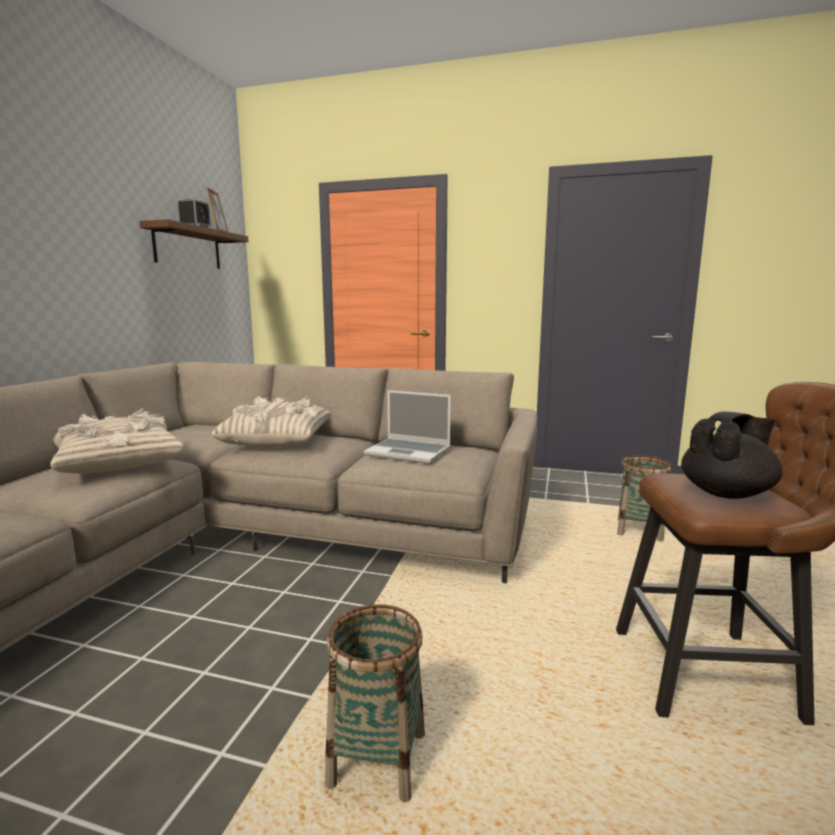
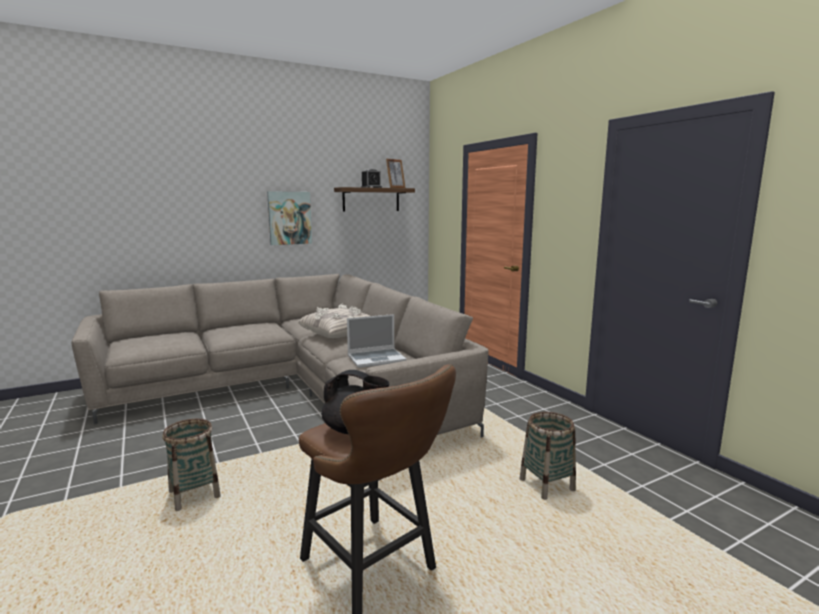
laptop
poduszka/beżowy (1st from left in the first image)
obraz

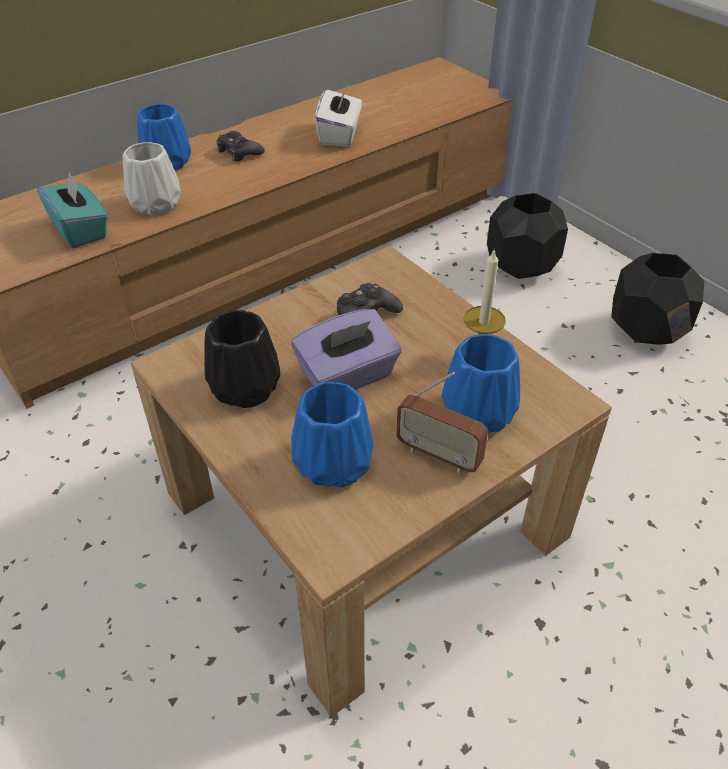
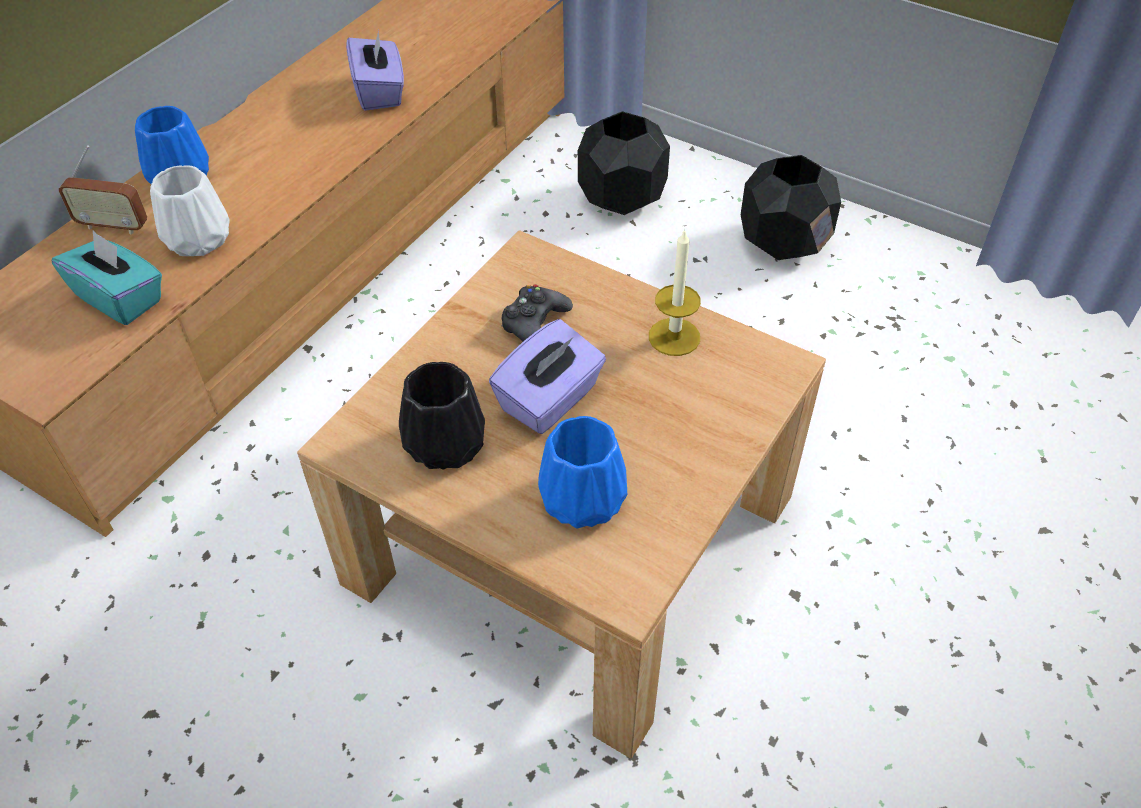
pudełko chusteczek/fioletowy (1st from left)
pad do gier/czarny (1st from left in the first image)
wazon/niebieski (3rd from left in the first image)
radio

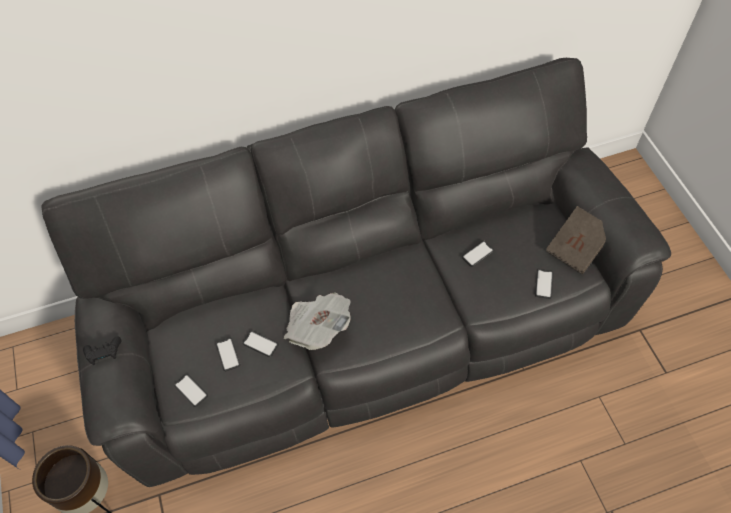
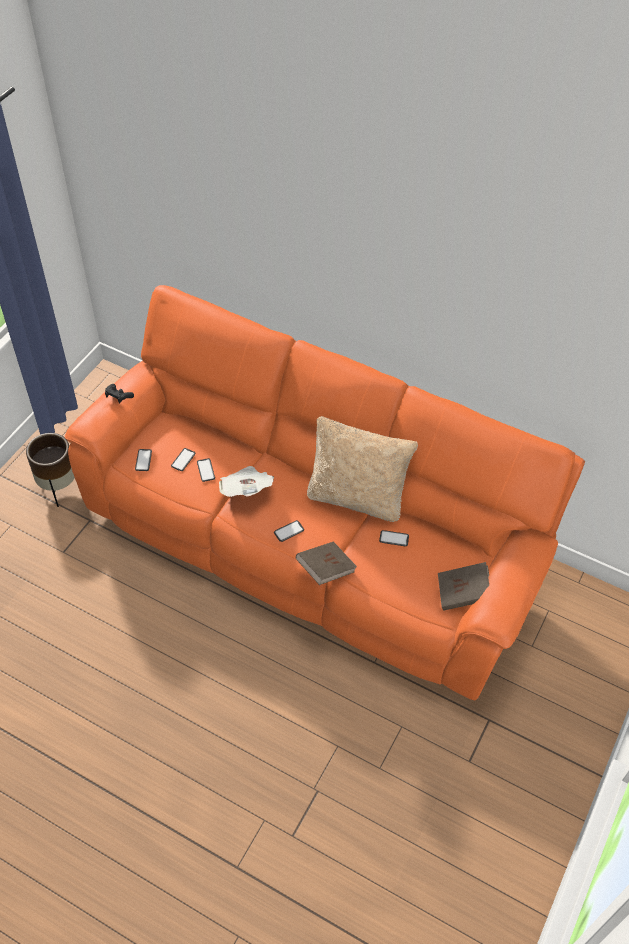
kanapa/pomarańczowy
telefon (4th from left)
poduszka/beżowy
książka/brązowy (1st from left)

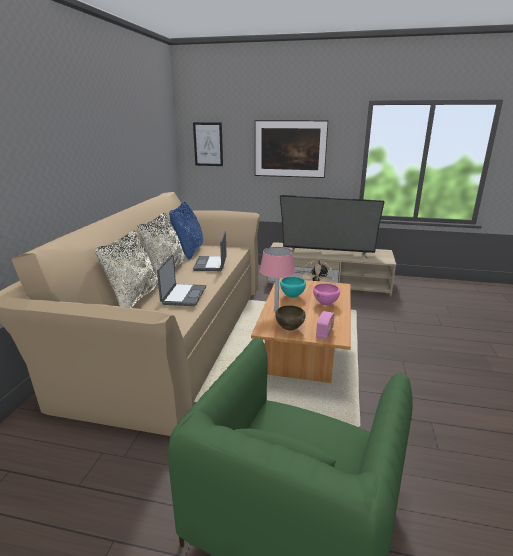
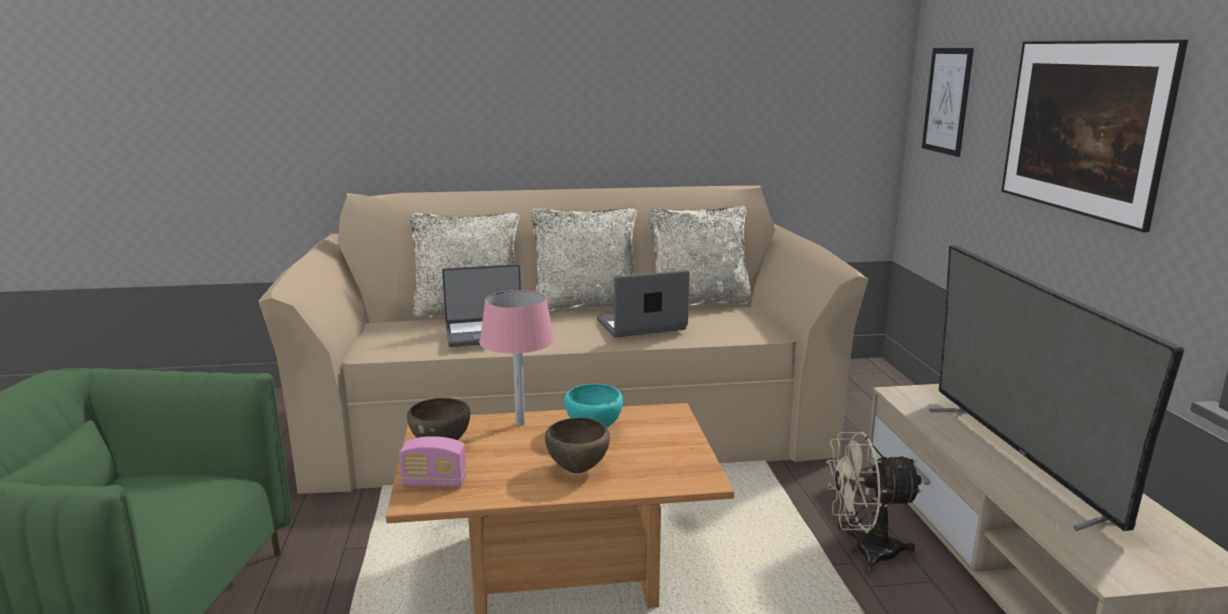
poduszka/beżowy (3rd from left)
miska/brązowy (2nd from left)

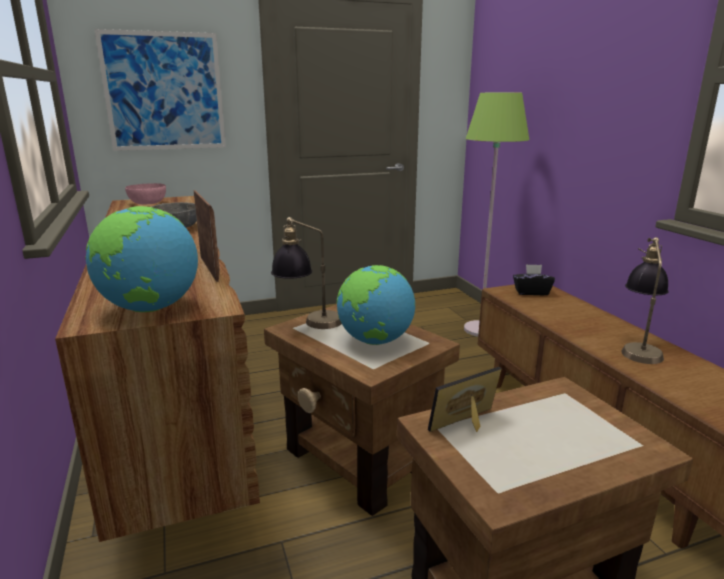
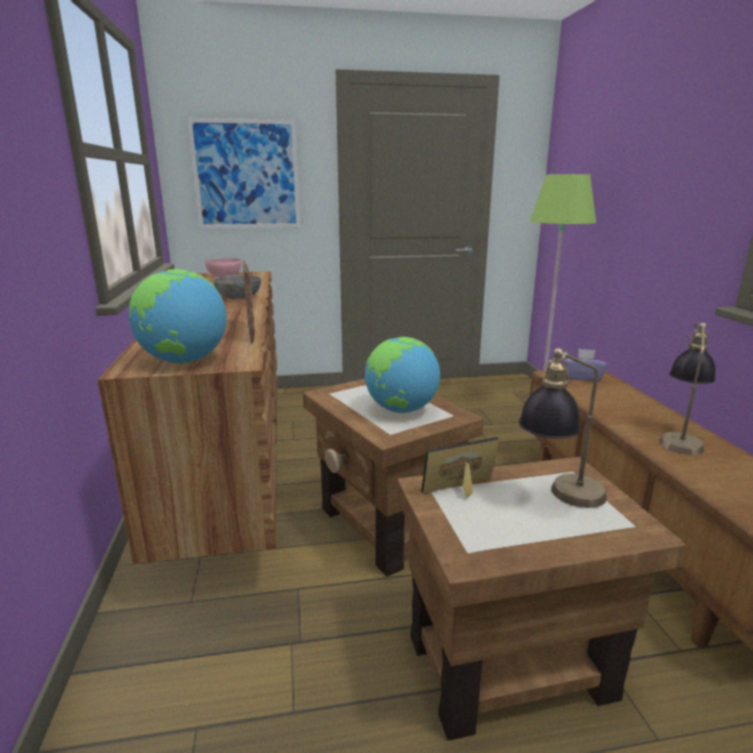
lampa stołowa (1st from left)
pudełko chusteczek/fioletowy

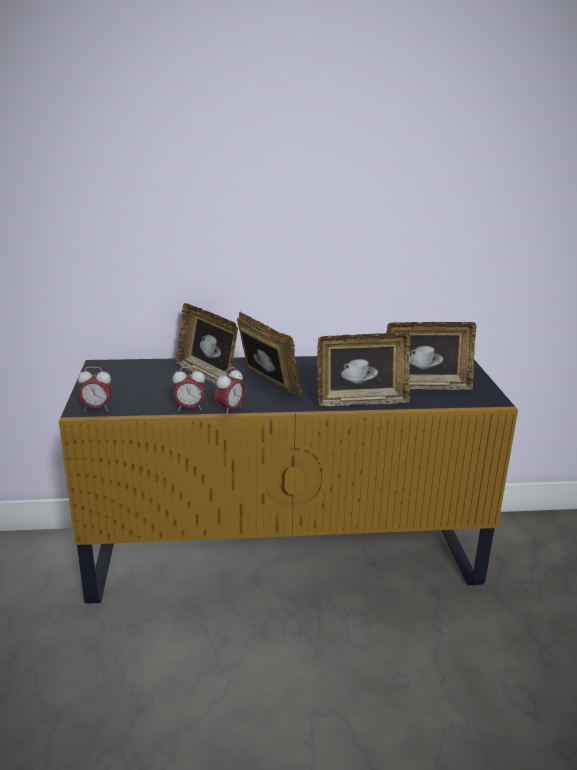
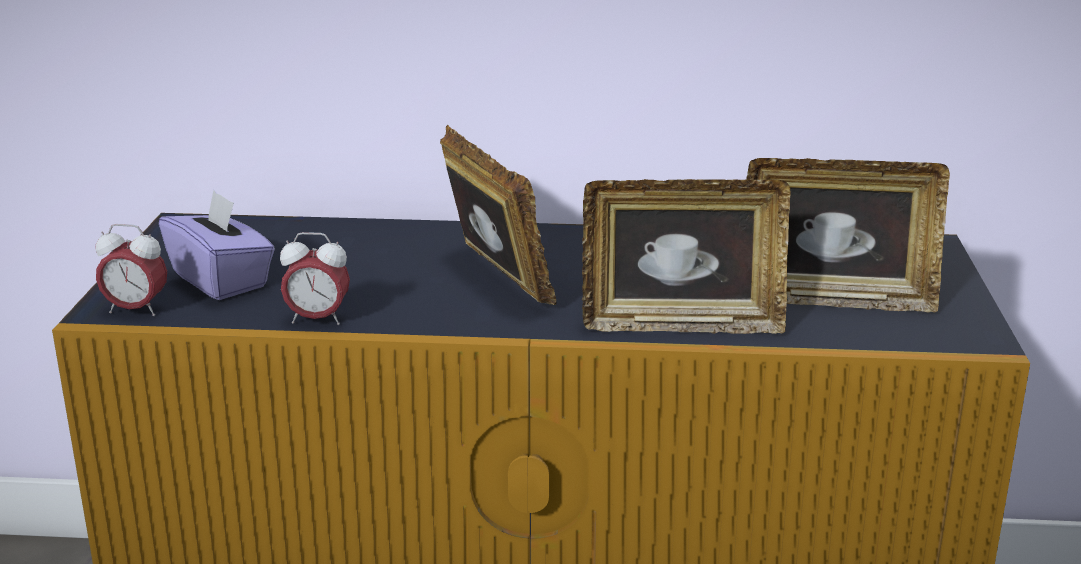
ramka na zdjęcie (1st from left in the first image)
budzik (3rd from left in the first image)
pudełko chusteczek/fioletowy

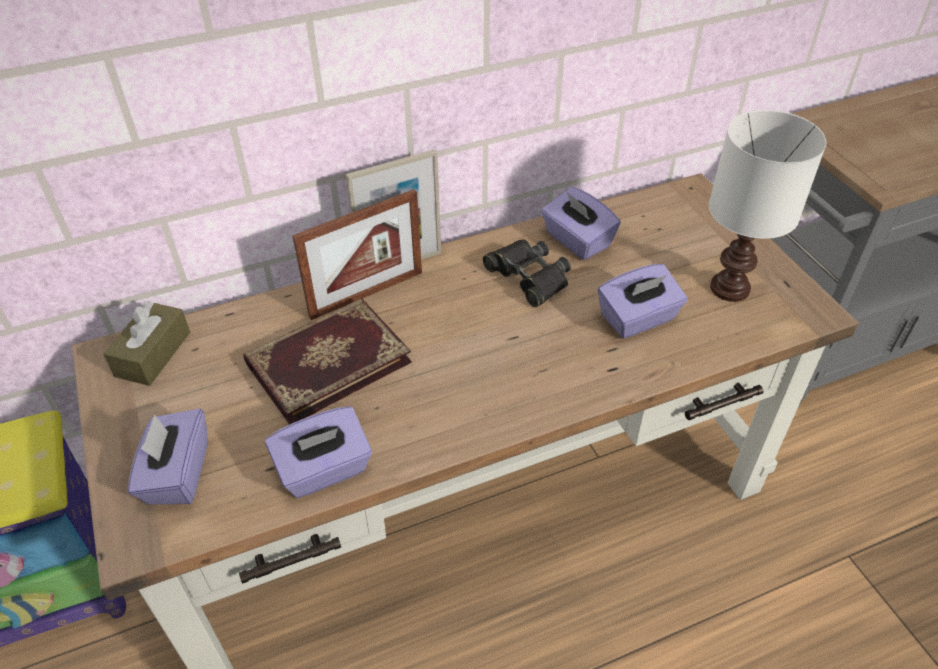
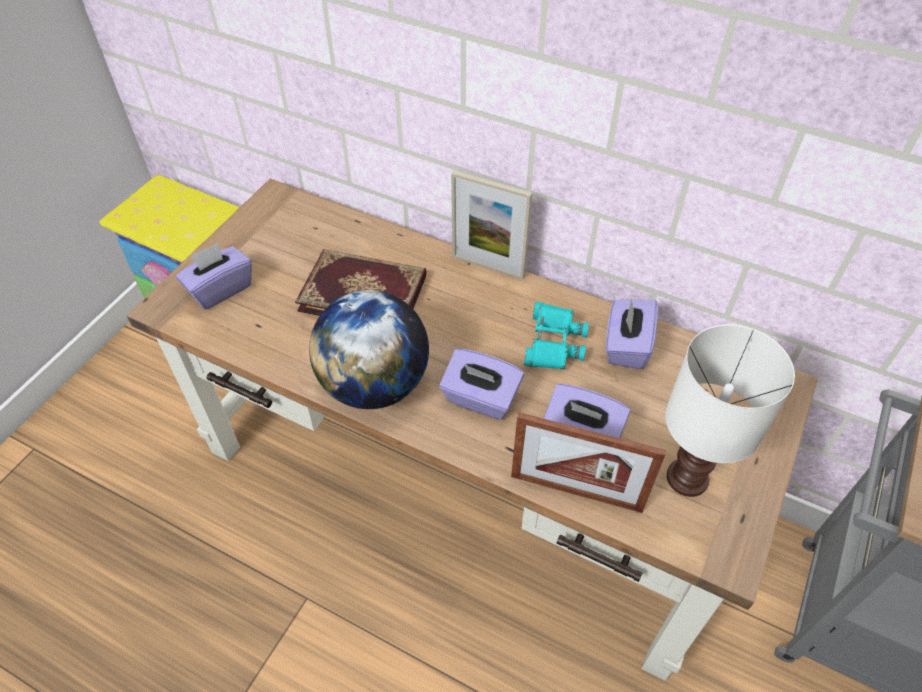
ramka na zdjęcie (2nd from left)
lornetka/turkusowy
pudełko chusteczek/brązowy
pudełko chusteczek/fioletowy (2nd from left)
globus

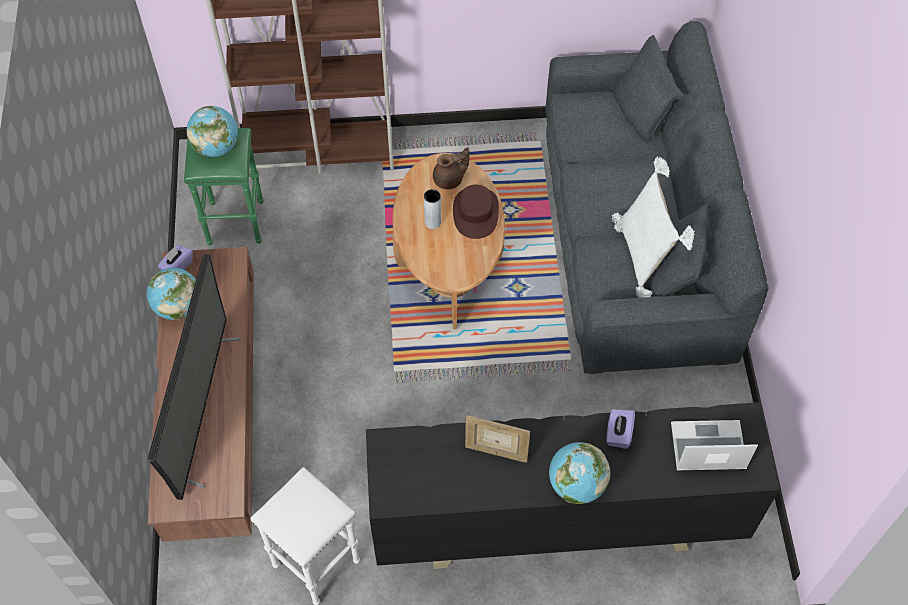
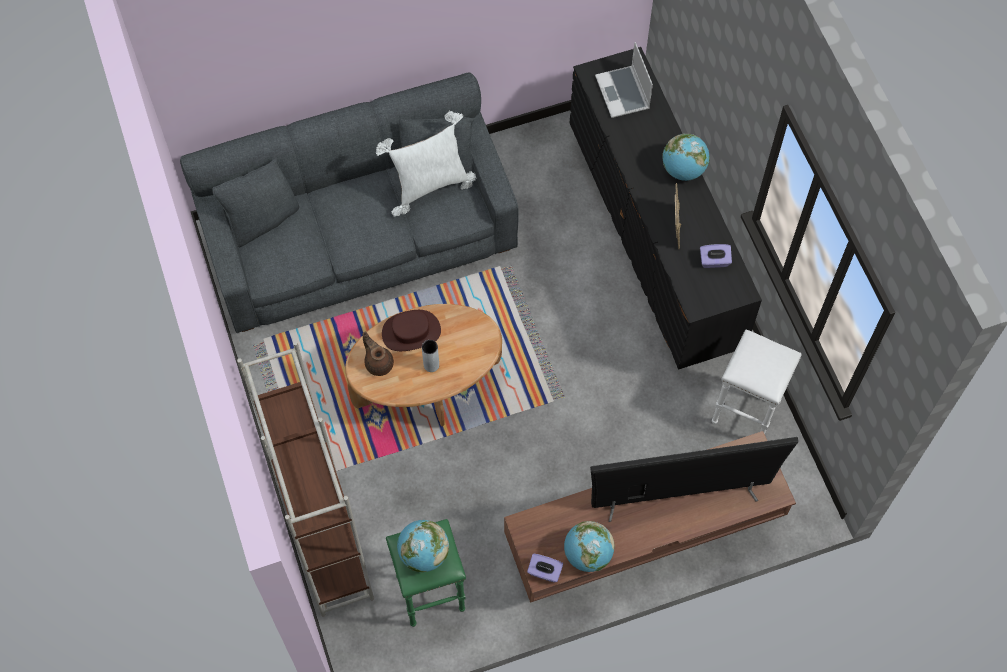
pudełko chusteczek/fioletowy (2nd from left)

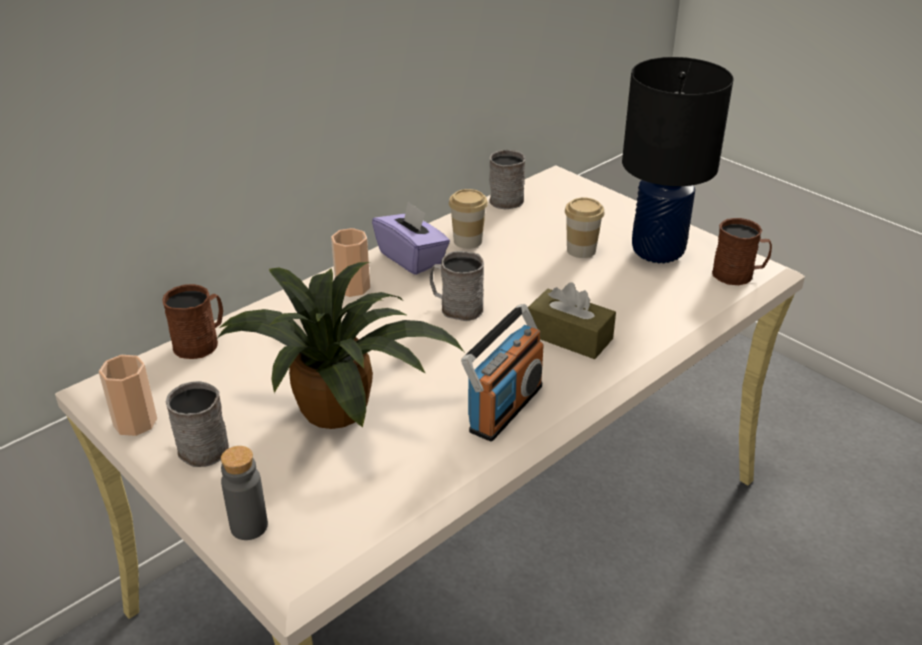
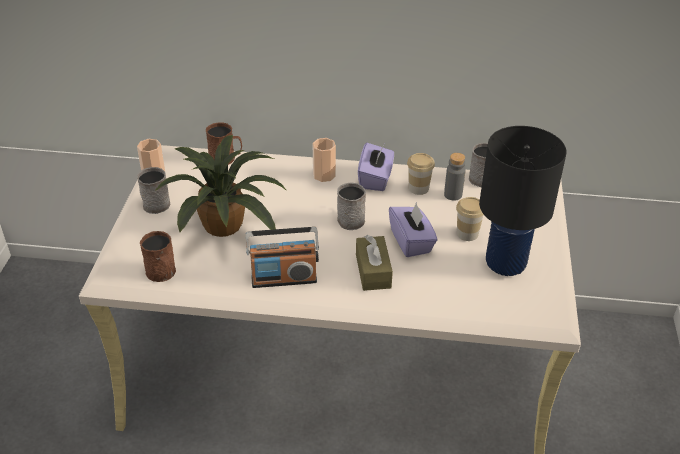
kubek/brązowy (1st from left)
butelka/szary
pudełko chusteczek/fioletowy (2nd from left)

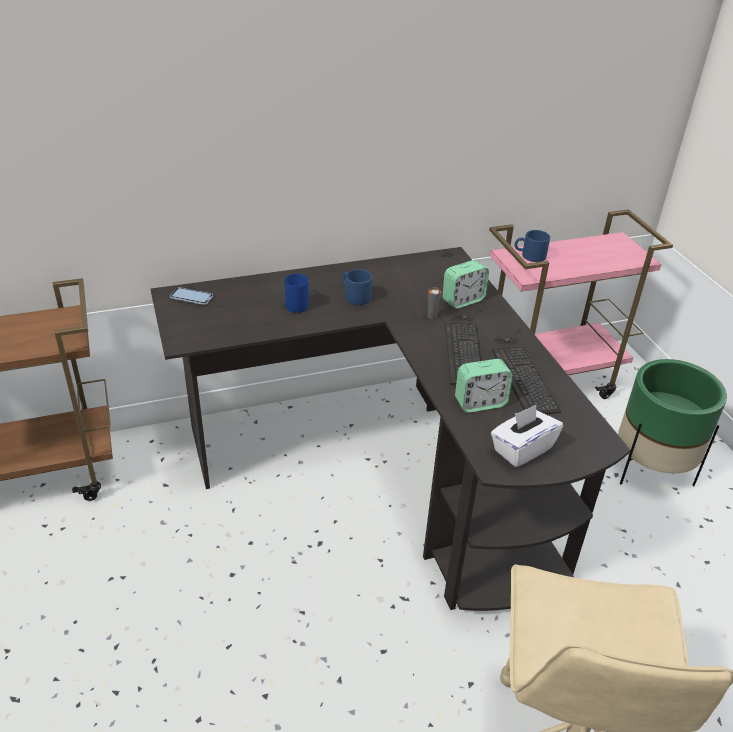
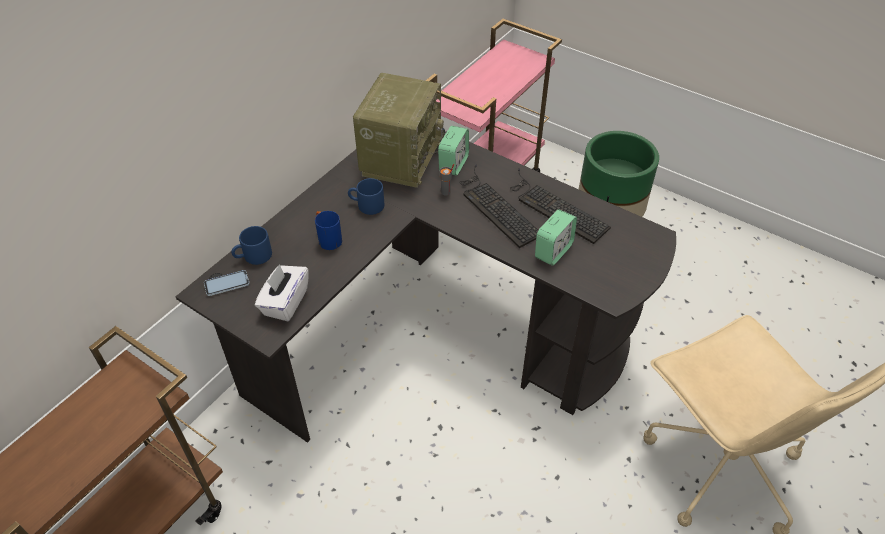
kubek/niebieski (1st from left)
pudełko chusteczek/biały
radio

